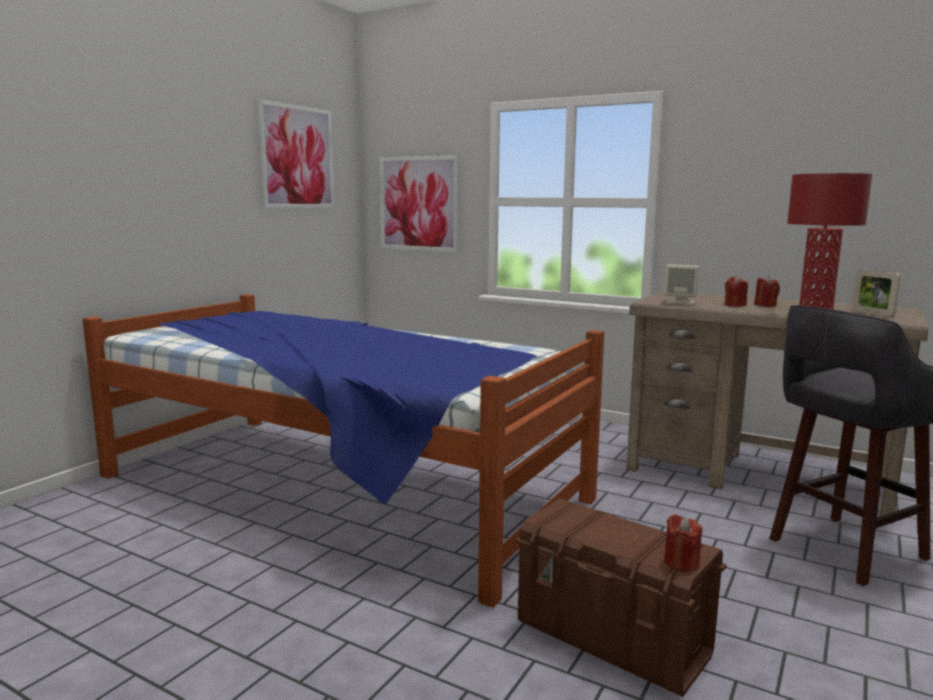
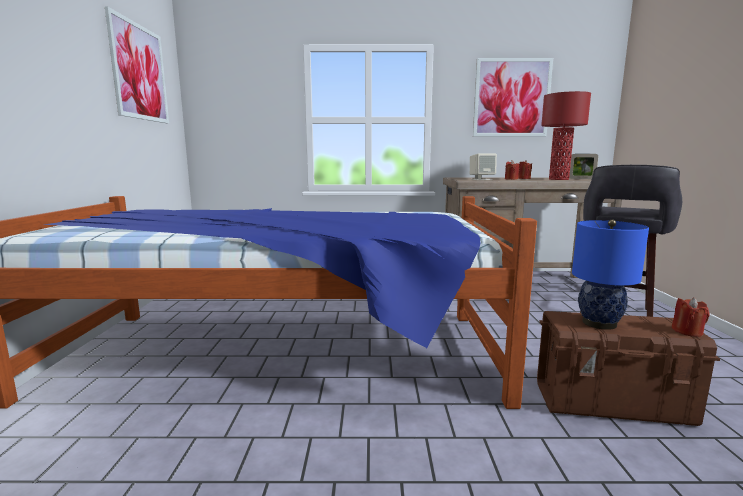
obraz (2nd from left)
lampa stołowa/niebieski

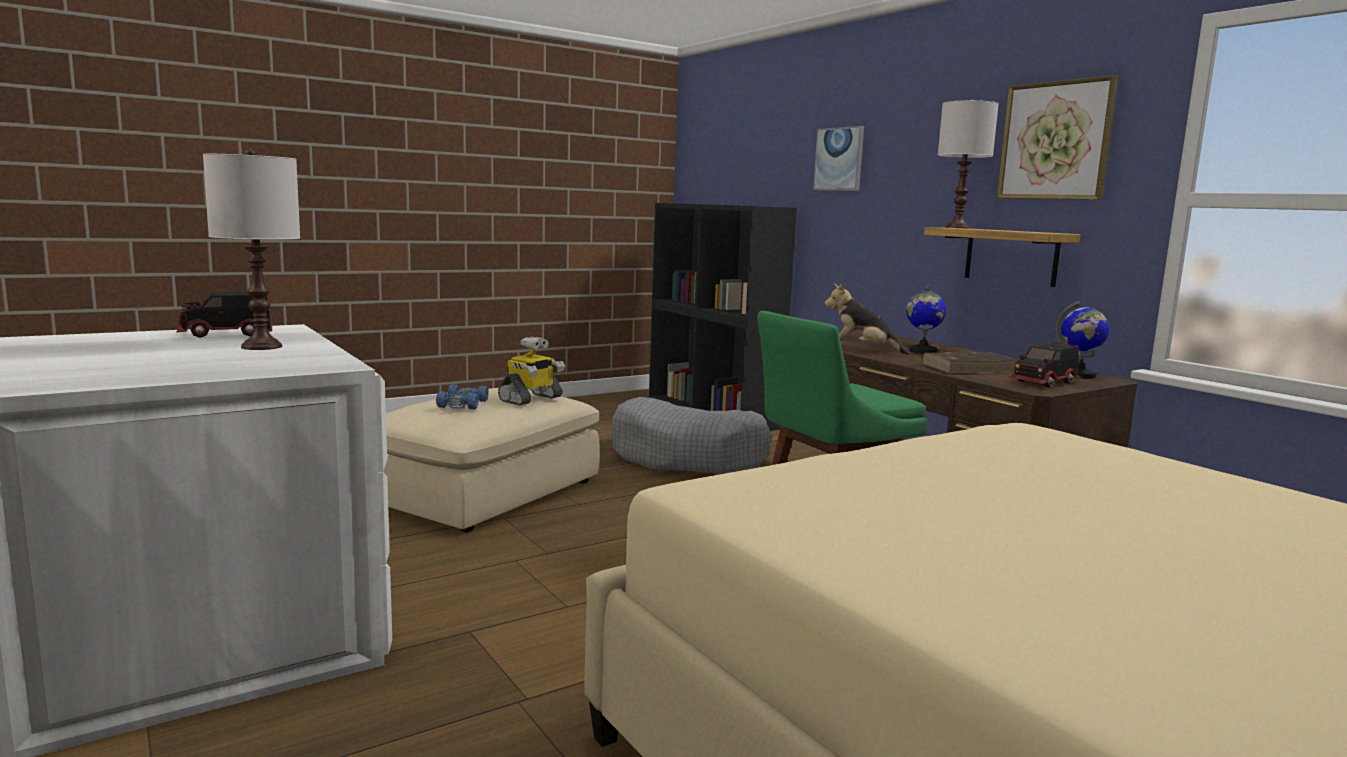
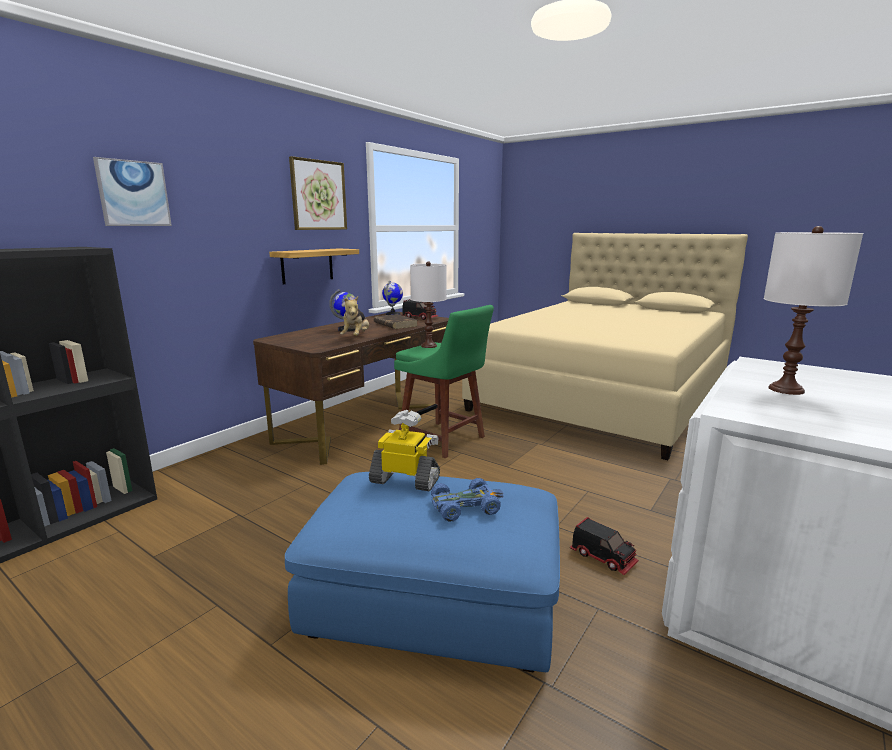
lampa stołowa/biały (1st from left)
ciężarówka zabawkowa (2nd from left)
pufa/niebieski
legowisko/szary

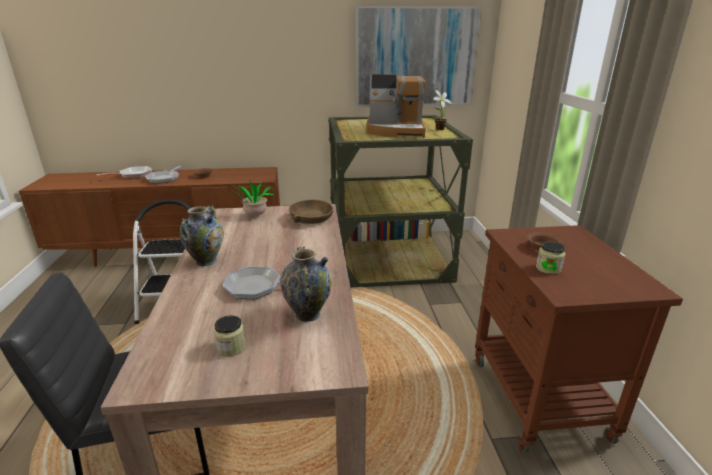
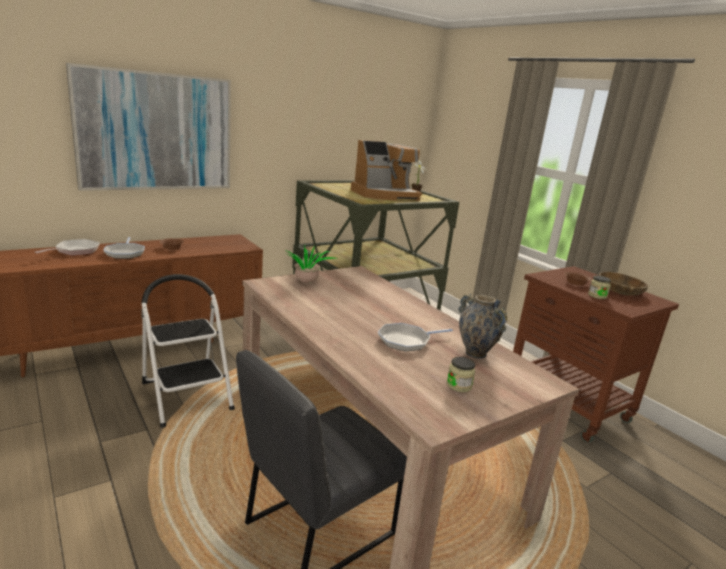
obraz
miska/brązowy (3rd from left)
wazon (1st from left in the first image)

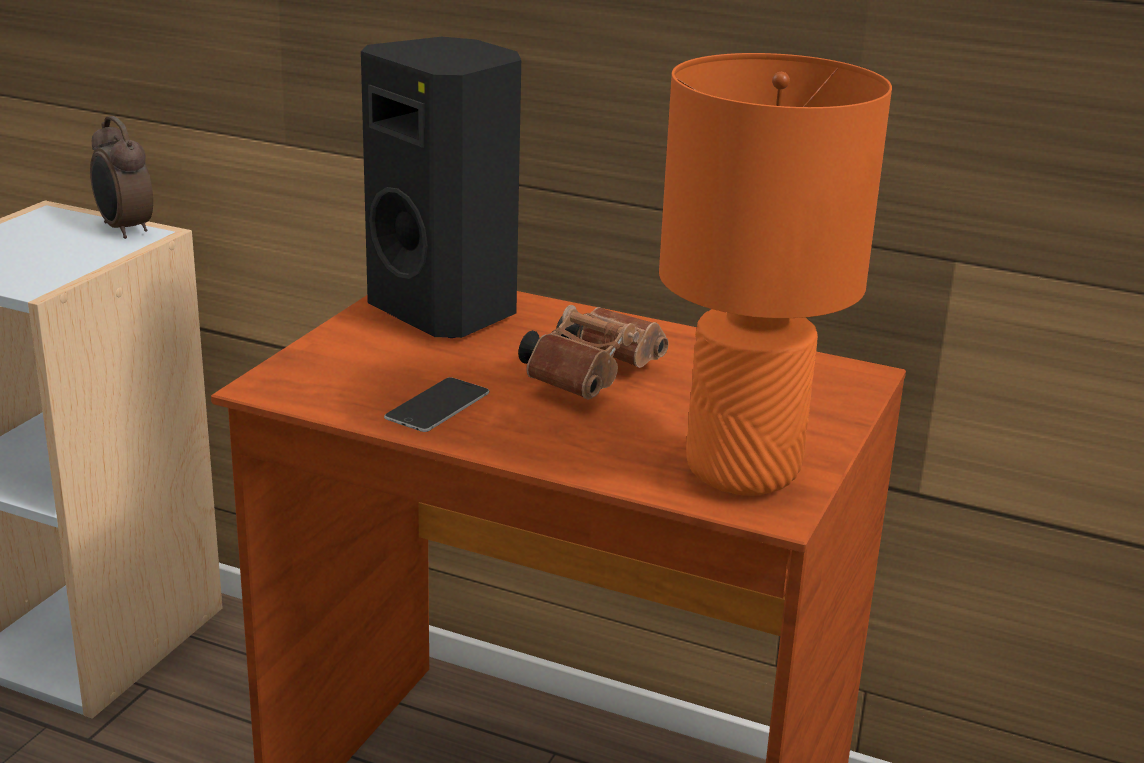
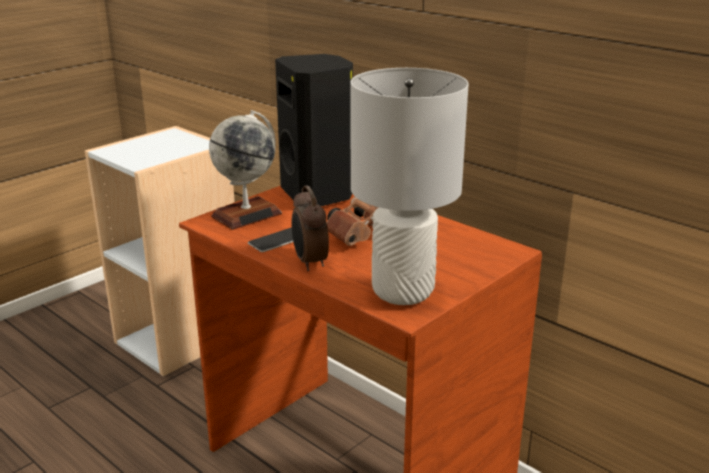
lampa stołowa/szary
budzik
globus

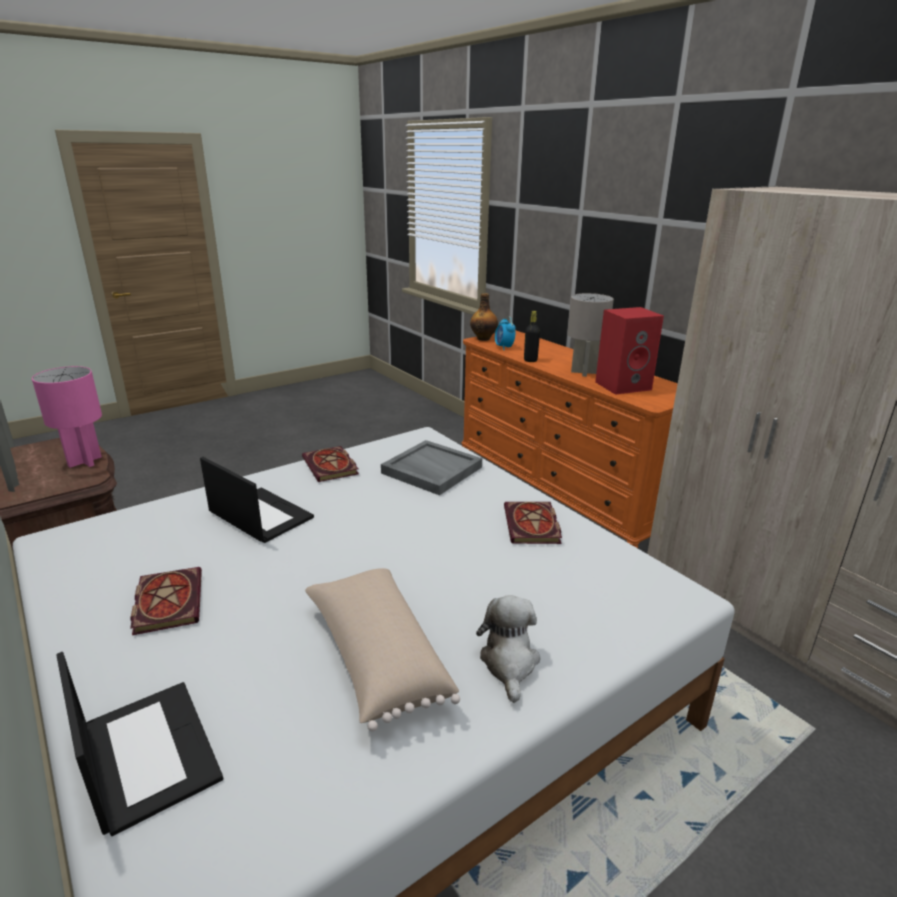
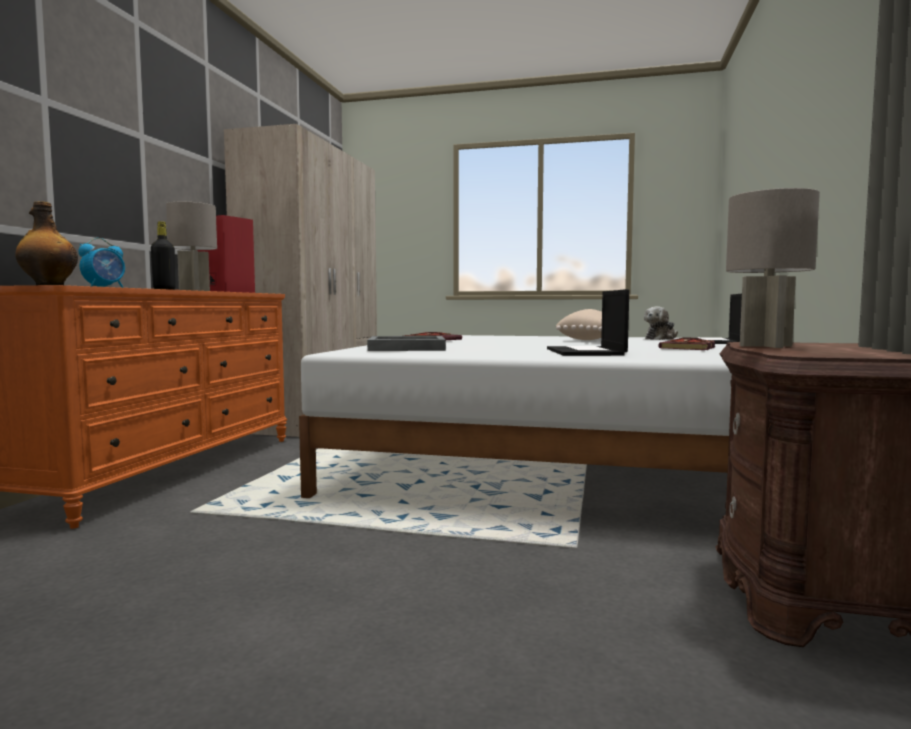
lampa stołowa/szary (2nd from left)
książka (2nd from left in the first image)
pluszak

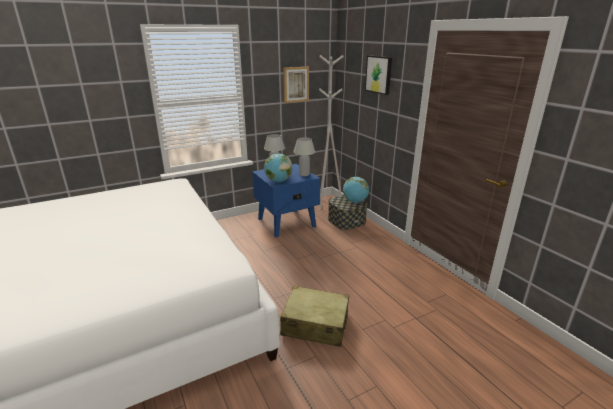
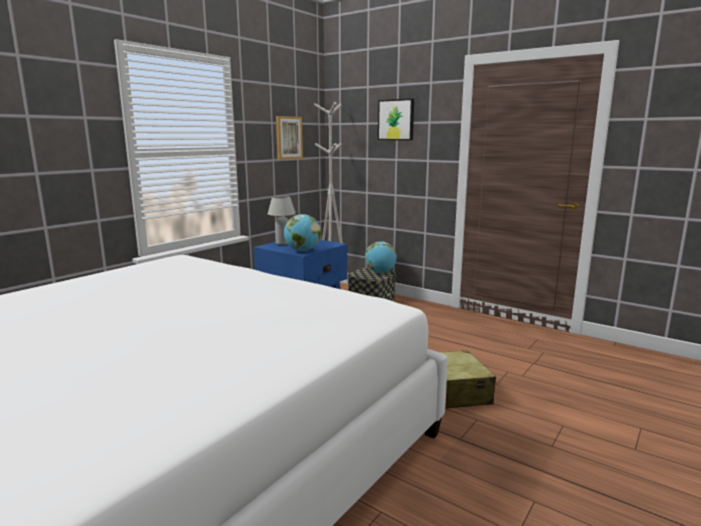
lampa stołowa/biały (2nd from left in the first image)

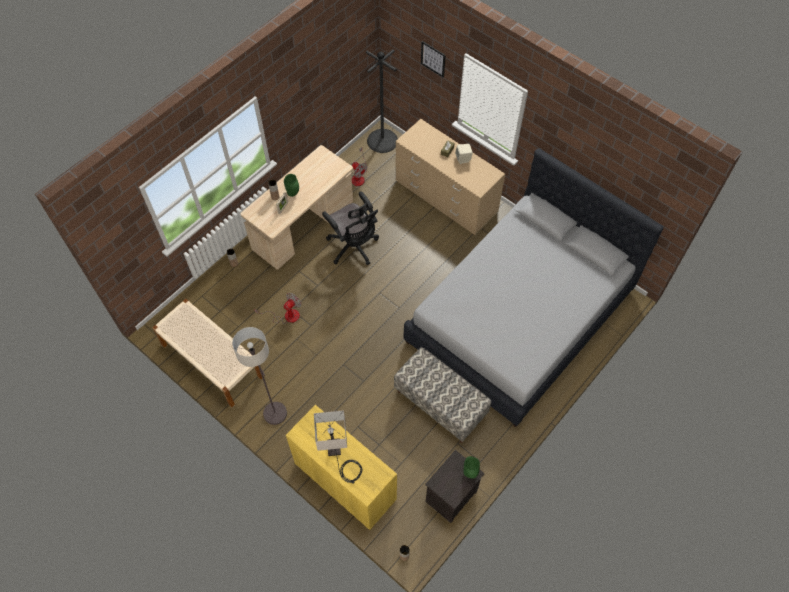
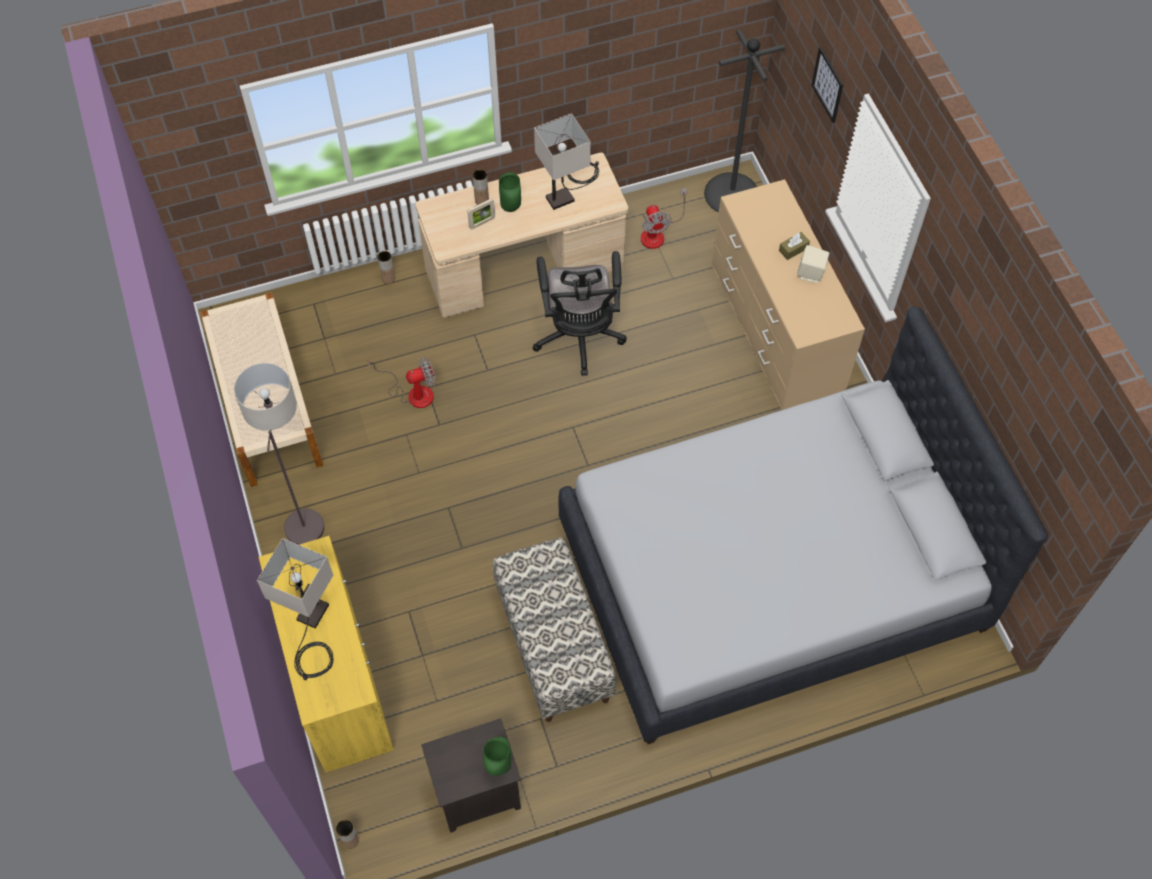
lampa stołowa (2nd from left)

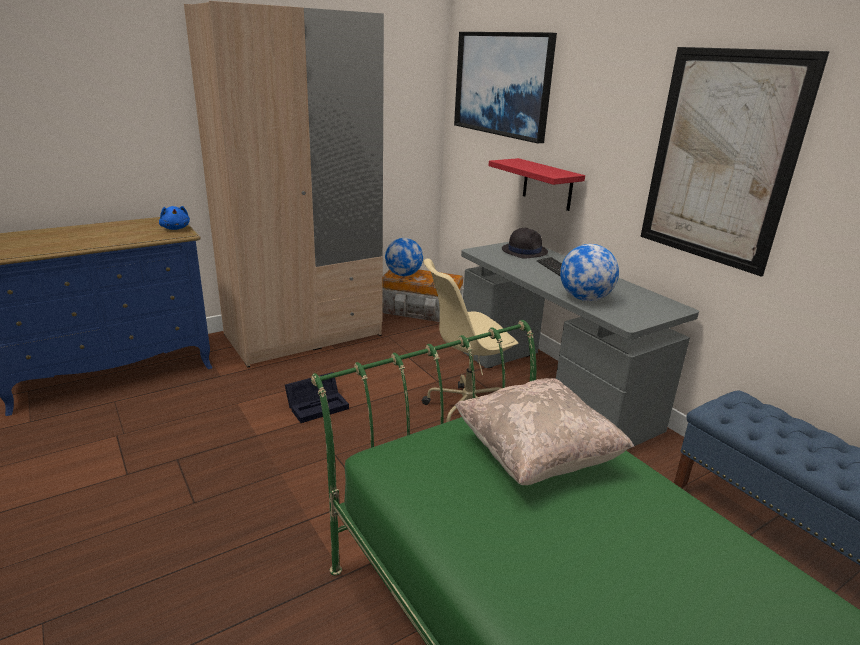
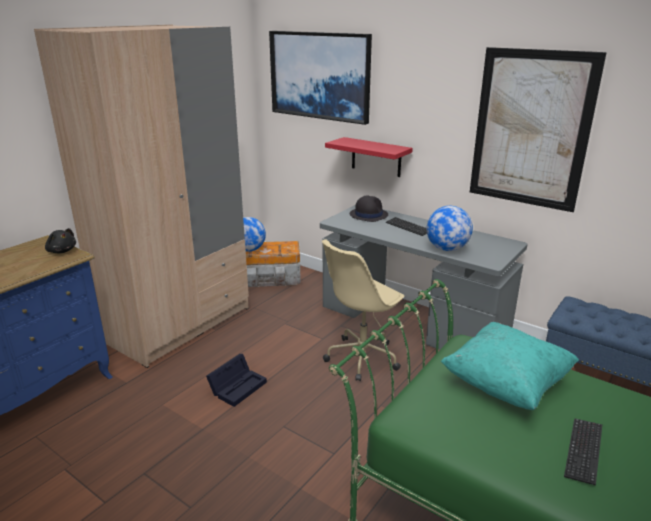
pluszak/czarny
poduszka/turkusowy
klawiatura (2nd from left)

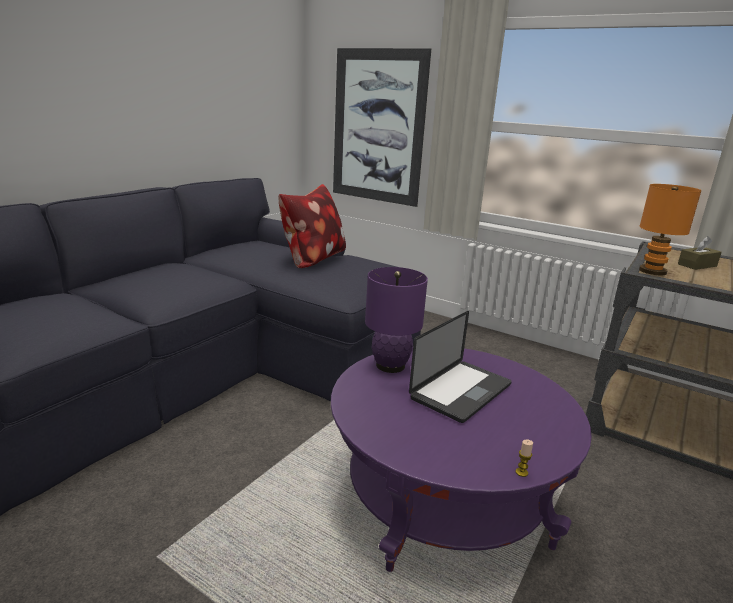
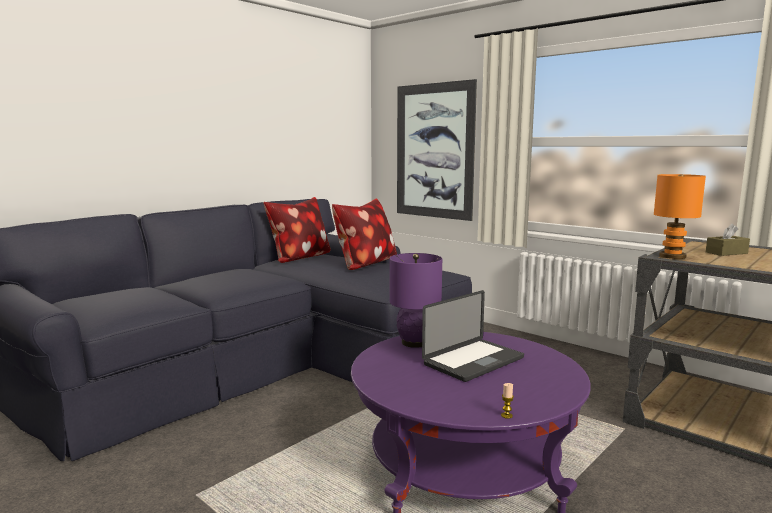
poduszka (1st from left)

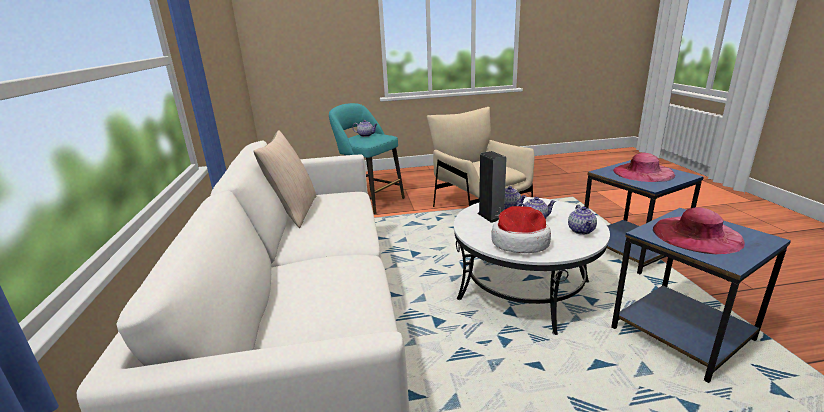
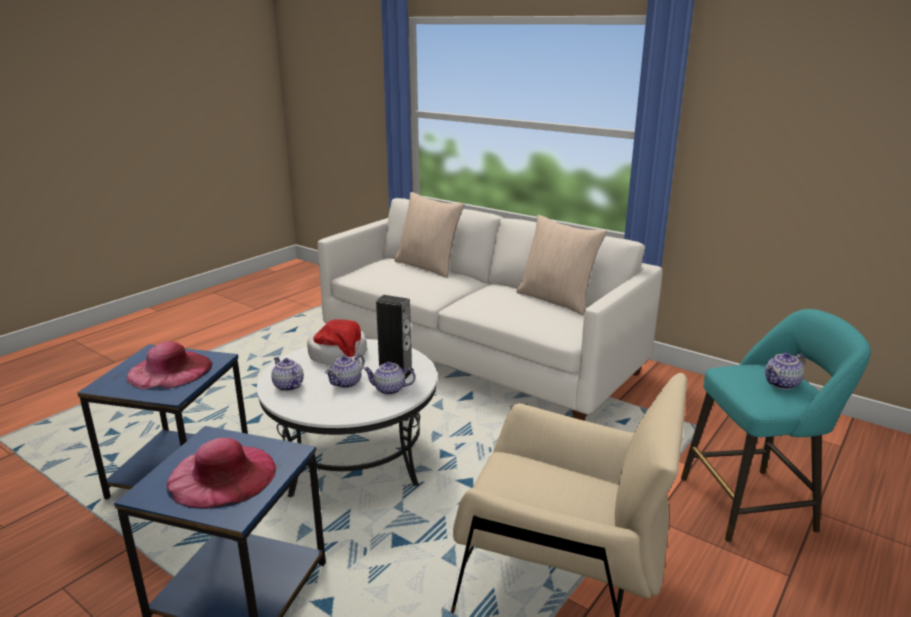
poduszka/beżowy (1st from left)

